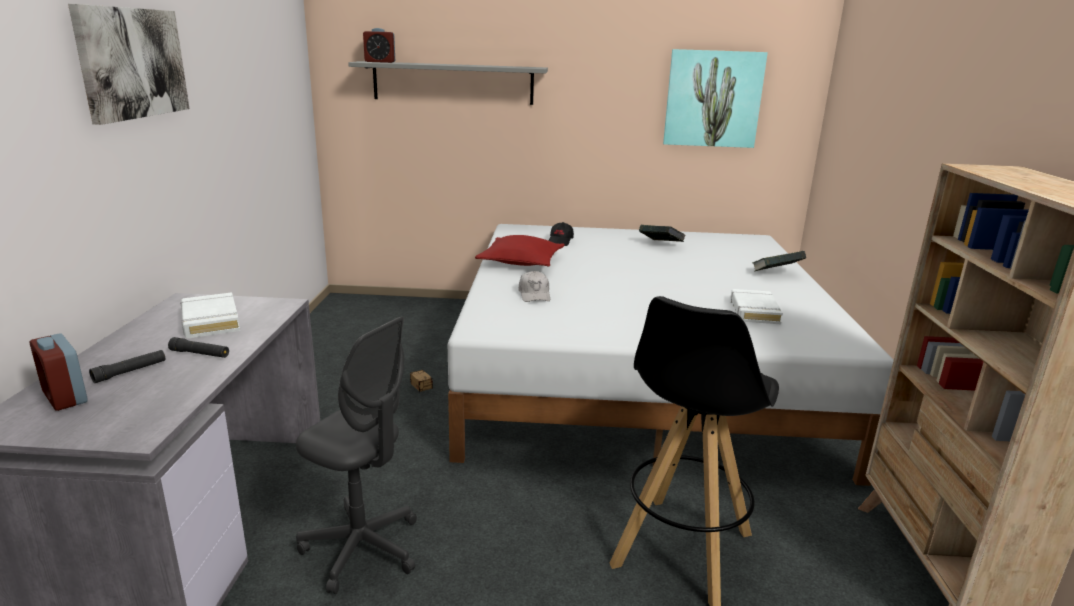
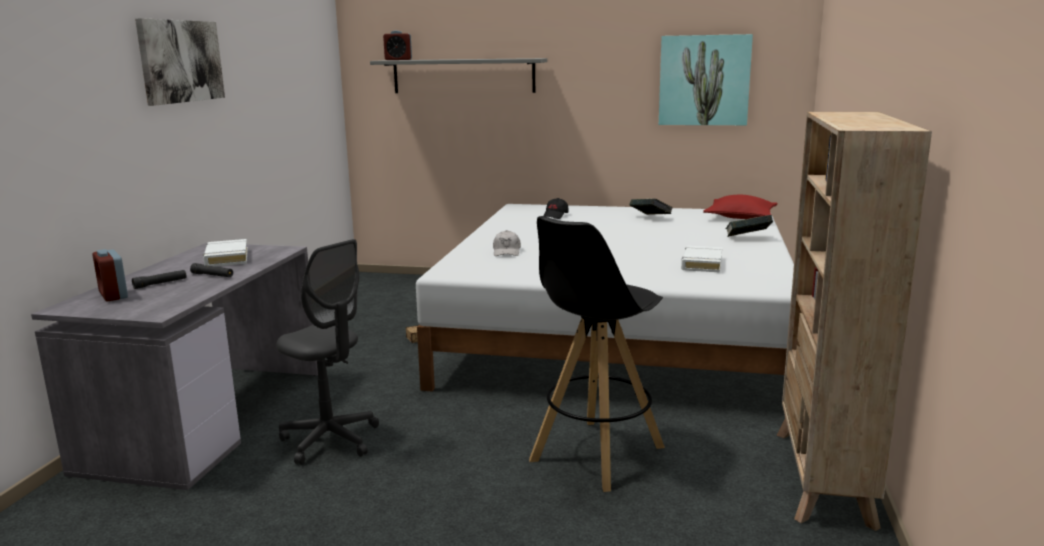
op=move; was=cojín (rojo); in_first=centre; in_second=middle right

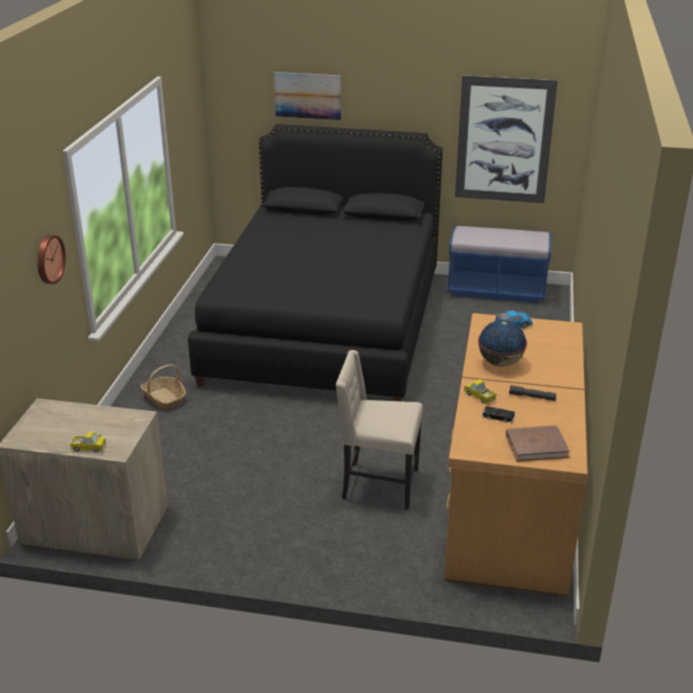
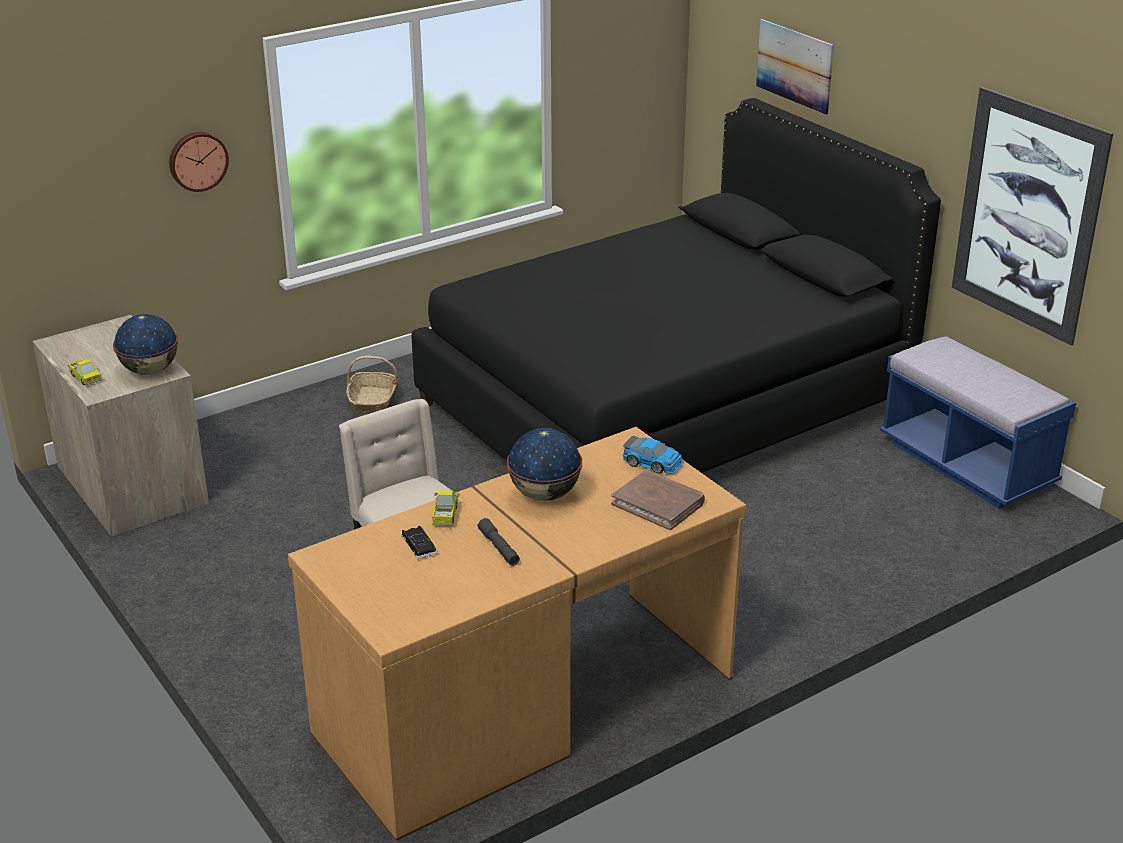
op=insert; now=globo terráqueo (1st from left); in_second=middle left
op=move; was=libro (marrón); in_first=middle right; in_second=centre

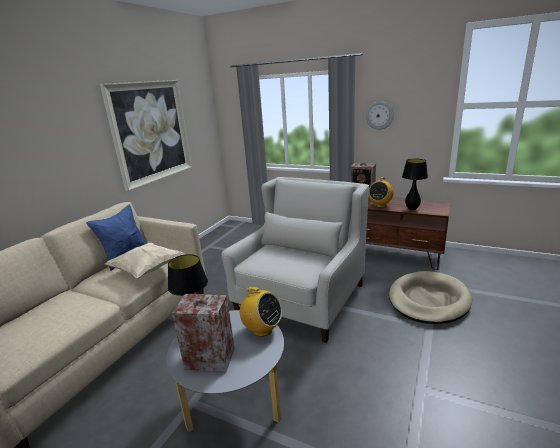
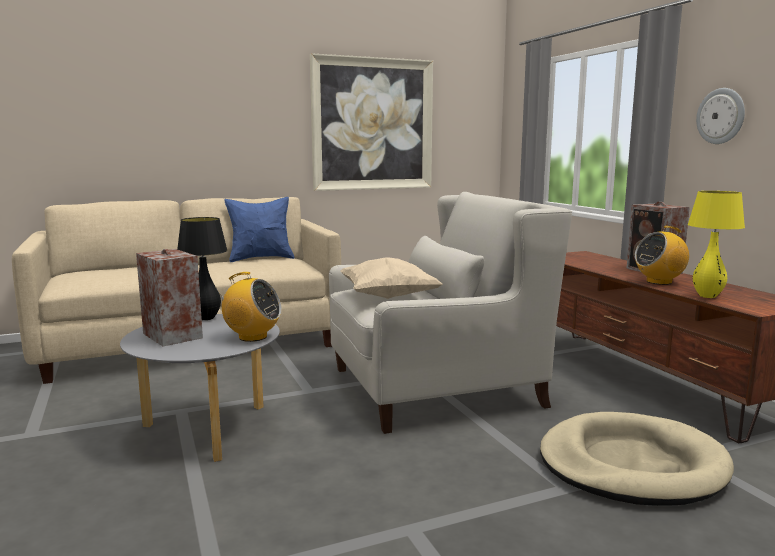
op=rotate; was=radio (1st from left); in_first=bottom centre; in_second=middle left; clockwise=-60
op=move; was=cojín (beis); in_first=middle left; in_second=centre
op=recolor; was=lámpara de mesa (negro) (2nd from left); now=lámpara de mesa (amarillo); in_first=middle right; in_second=middle right

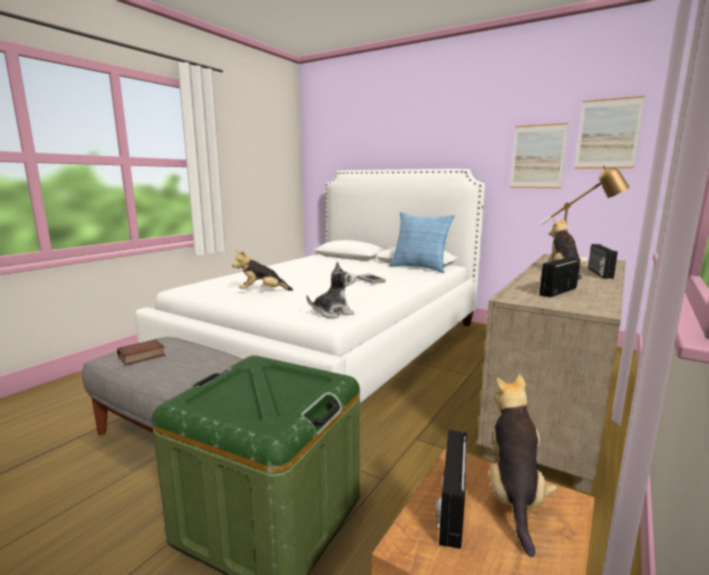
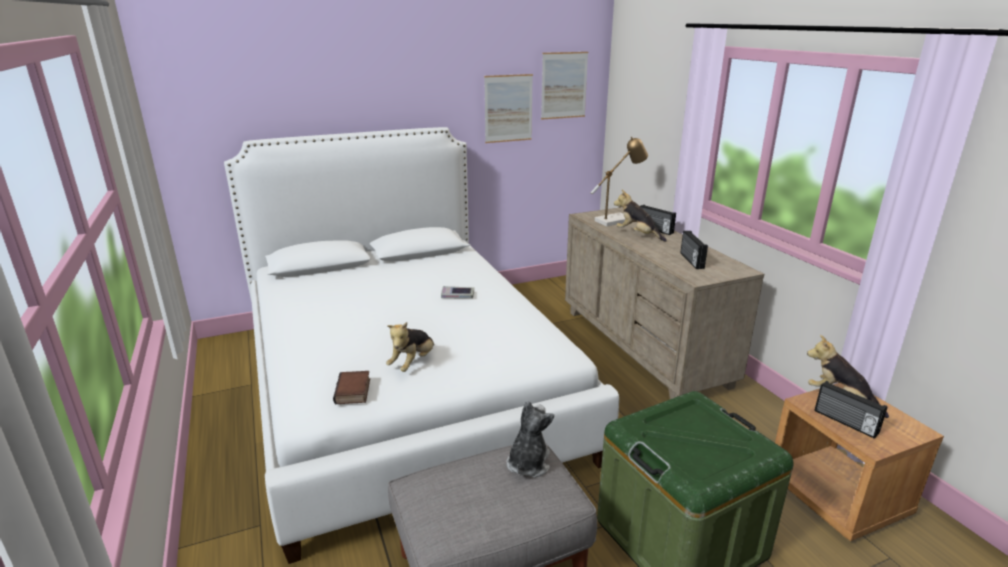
op=move; was=libro (1st from left); in_first=middle left; in_second=bottom centre
op=move; was=peluche (2nd from left); in_first=centre; in_second=bottom centre
op=delete; was=cojín; in_first=centre

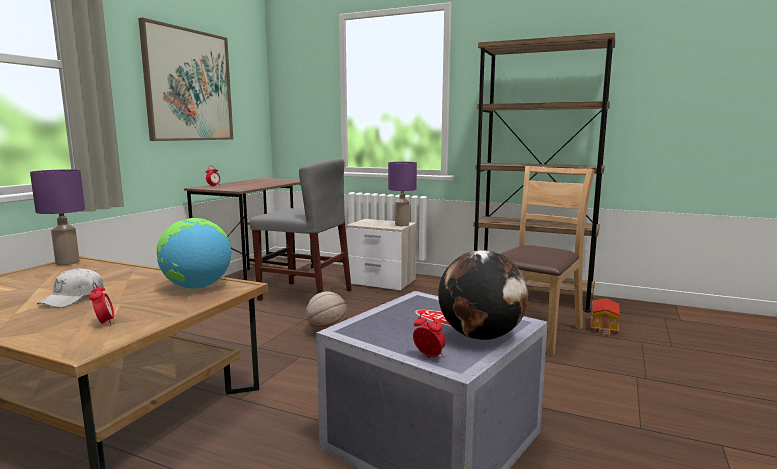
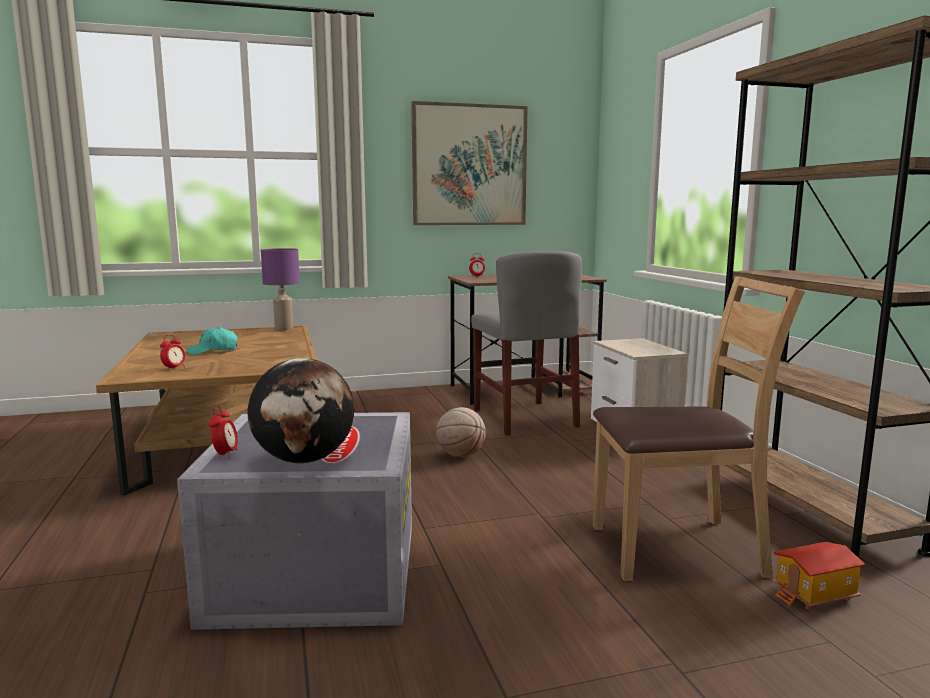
op=recolor; was=gorra (blanco); now=gorra (turquesa); in_first=middle left; in_second=middle left
op=delete; was=globo terráqueo (1st from left); in_first=middle left
op=delete; was=lámpara de mesa (morado) (2nd from left); in_first=centre

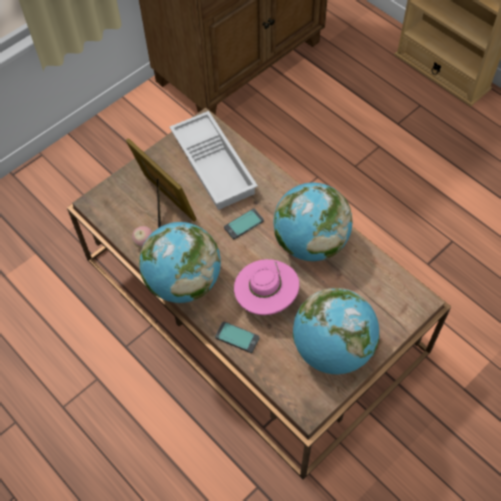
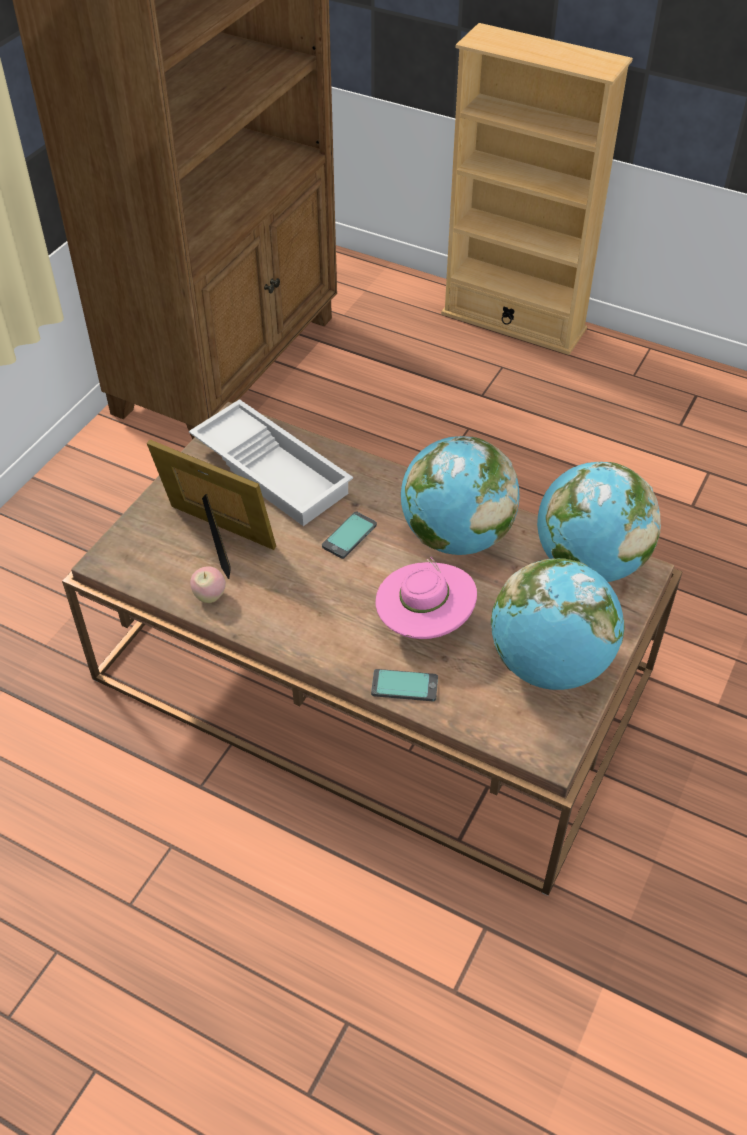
op=move; was=globo terráqueo (1st from left in the first image); now=globo terráqueo (3rd from left); in_first=centre; in_second=middle right

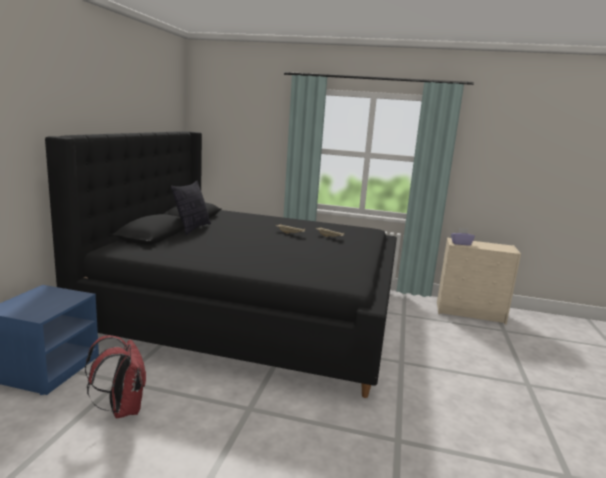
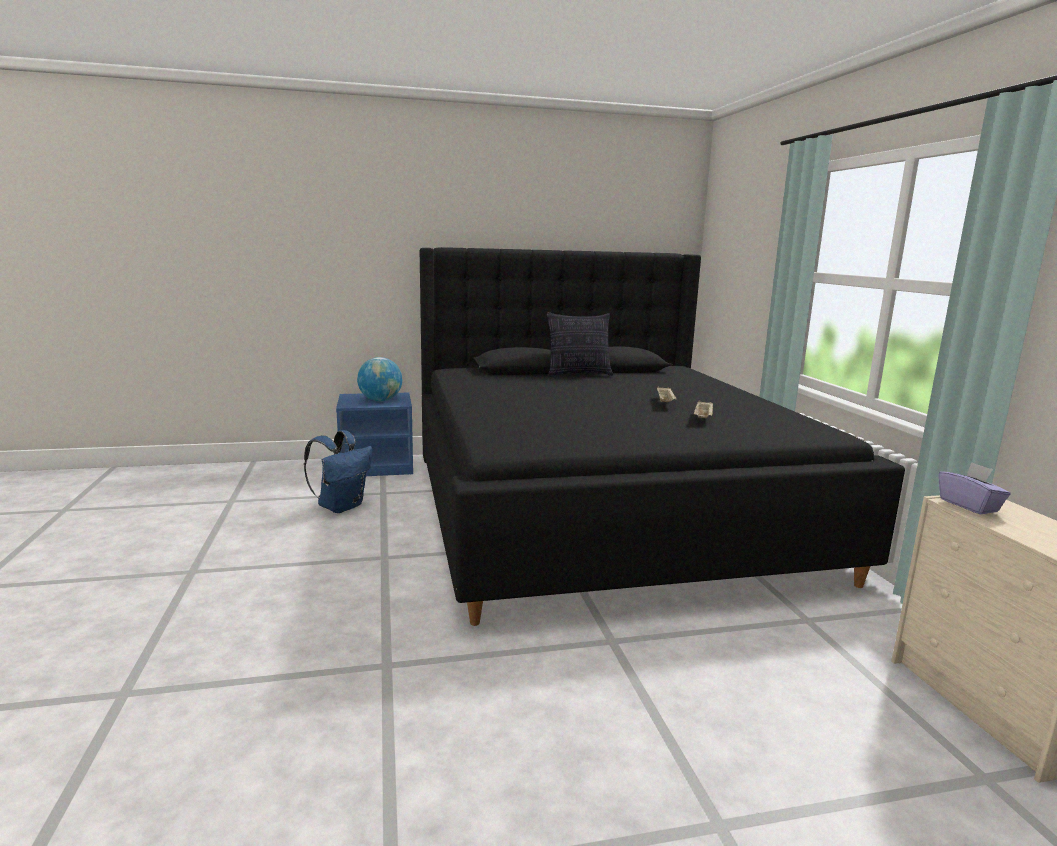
op=recolor; was=mochila (rojo); now=mochila (azul); in_first=bottom left; in_second=middle left
op=insert; now=globo terráqueo; in_second=centre

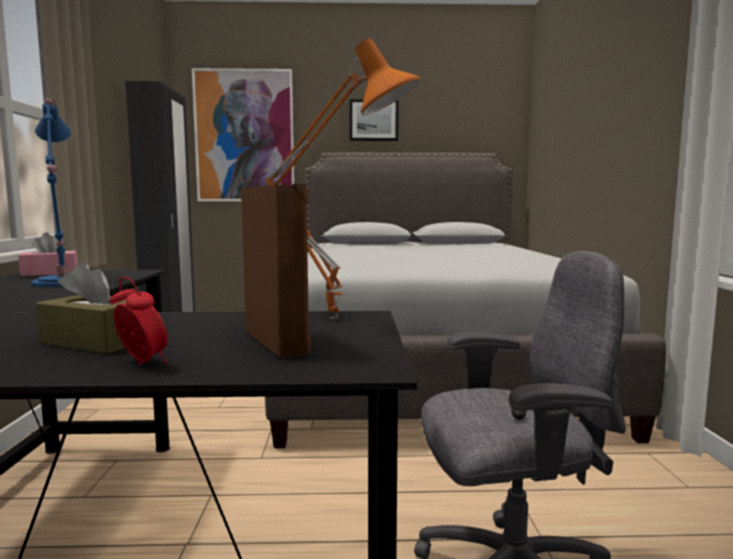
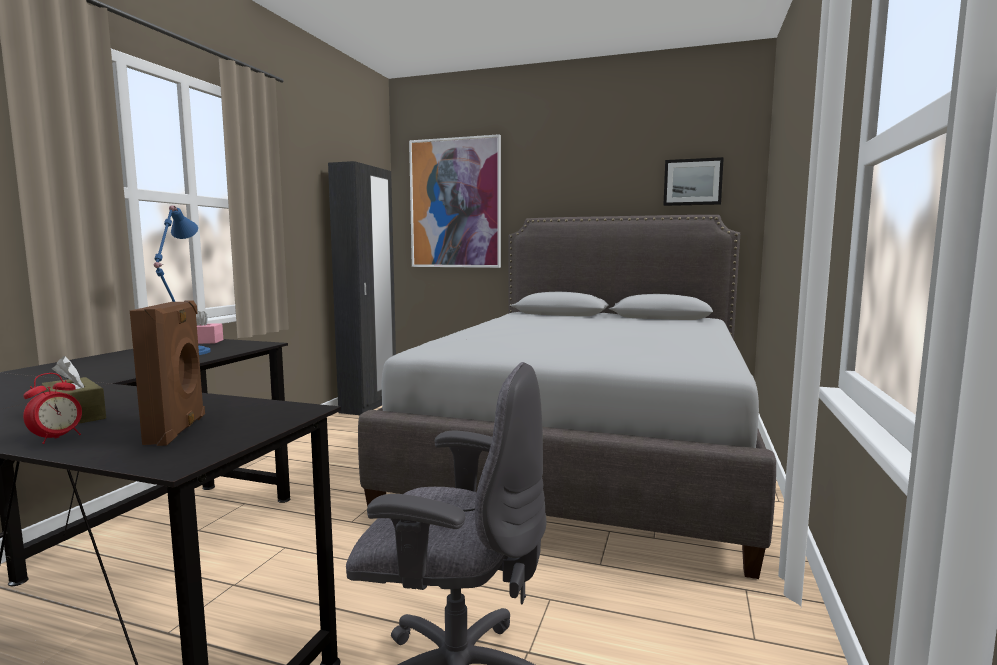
op=rotate; was=despertador; in_first=middle left; in_second=middle left; clockwise=60
op=move; was=cuadro (2nd from left); in_first=top centre; in_second=top right
op=delete; was=lámpara de mesa (naranja); in_first=top centre

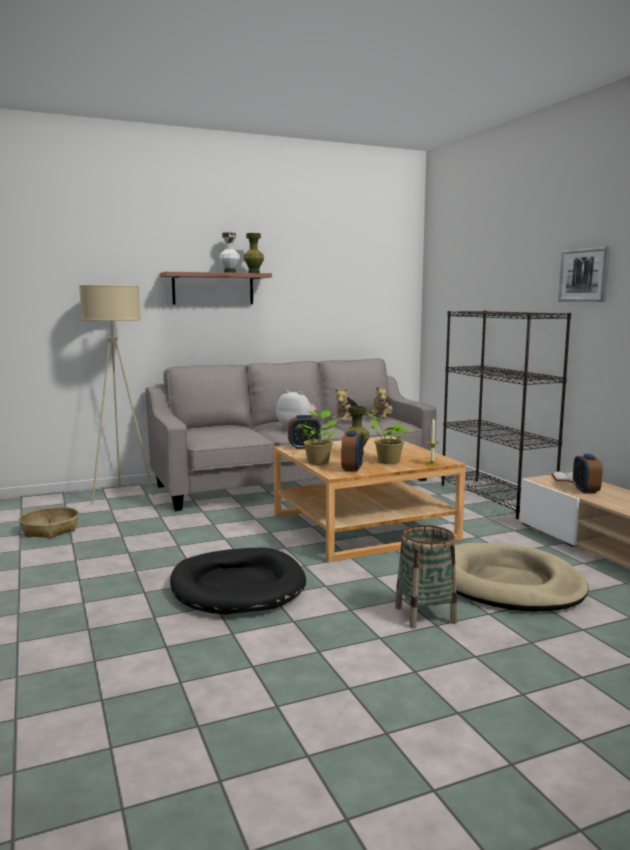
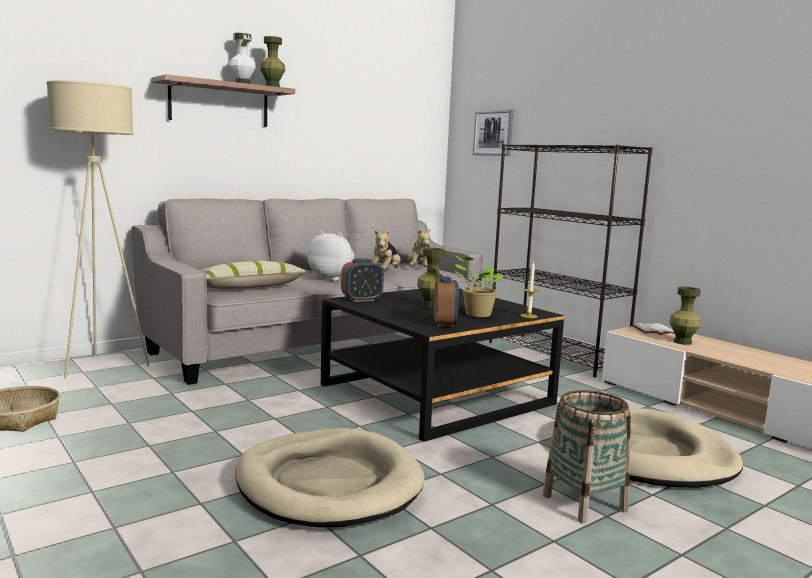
op=insert; now=cojín; in_second=middle left
op=recolor; was=cama para perro (negro); now=cama para perro (beis) (1st from left); in_first=bottom centre; in_second=bottom centre
op=recolor; was=mesa de centro (beis); now=mesa de centro (negro); in_first=centre; in_second=centre
op=move; was=cuadro; in_first=top right; in_second=top centre
op=replace; was=despertador (3rd from left); now=florero (verde) (3rd from left); in_first=middle right; in_second=middle right
op=delete; was=planta en maceta (1st from left); in_first=centre

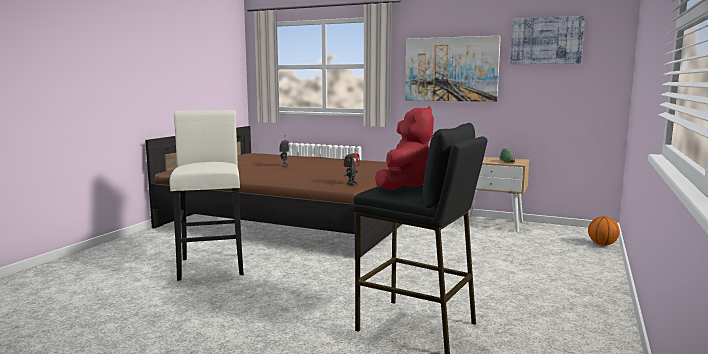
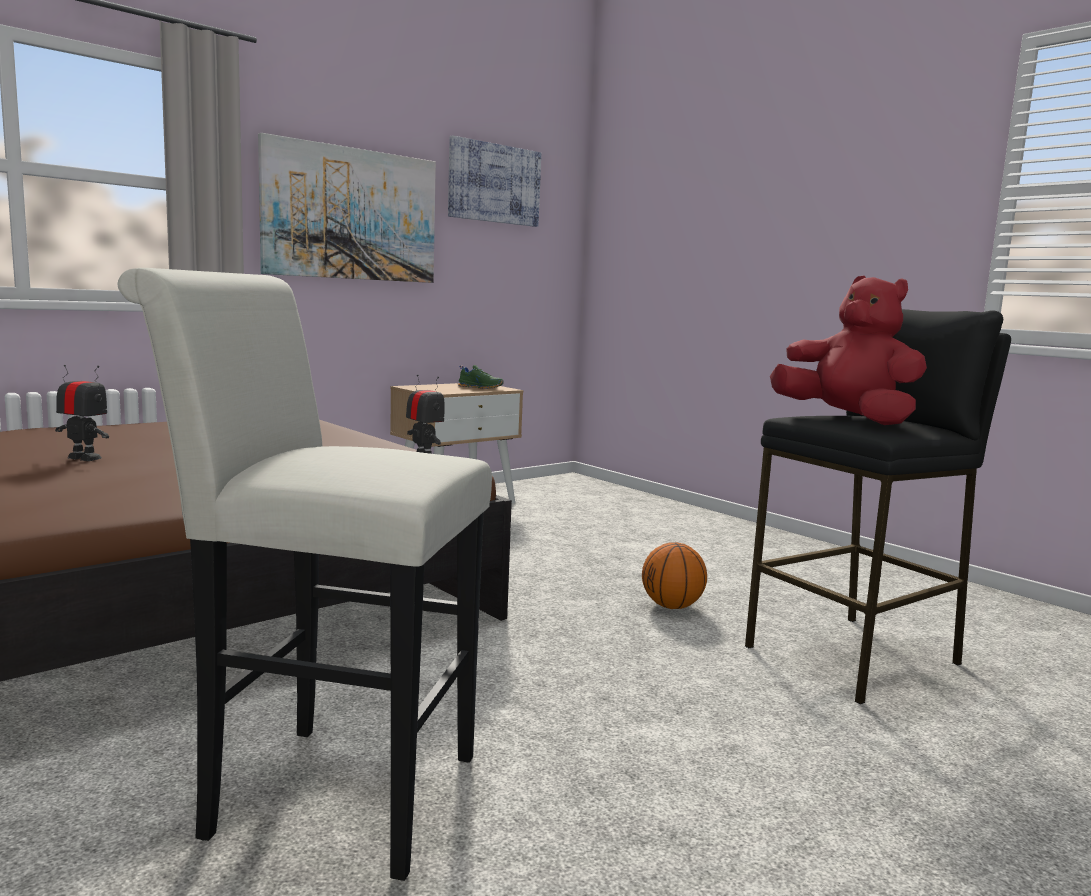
op=move; was=balón de baloncesto; in_first=middle right; in_second=centre

